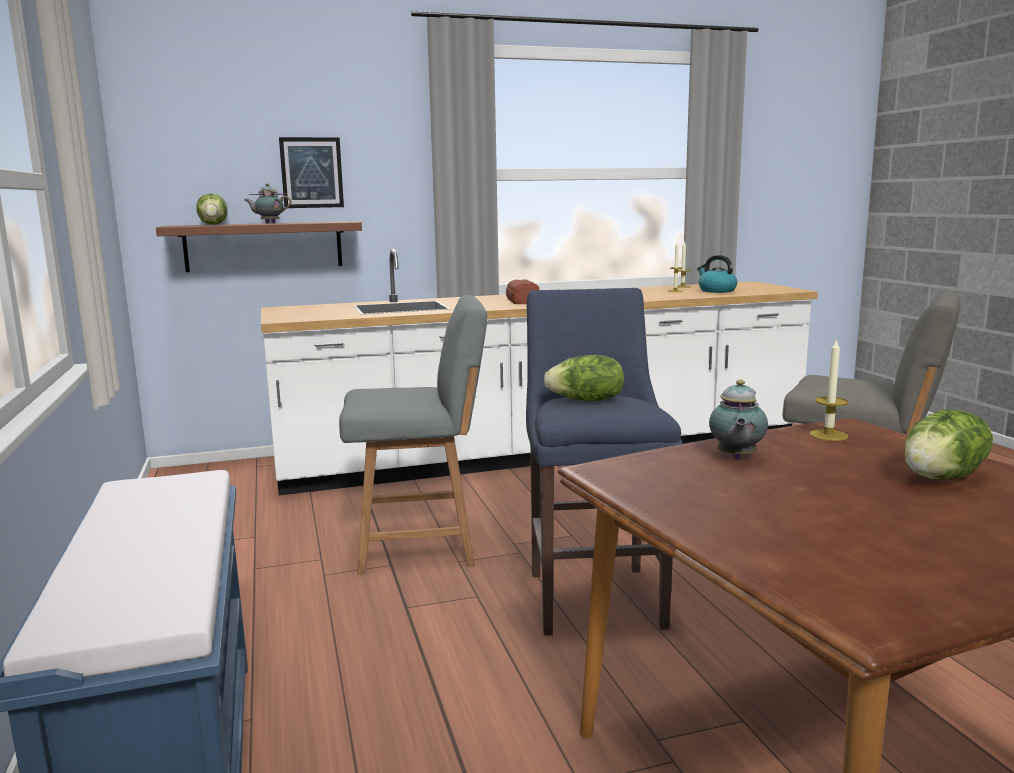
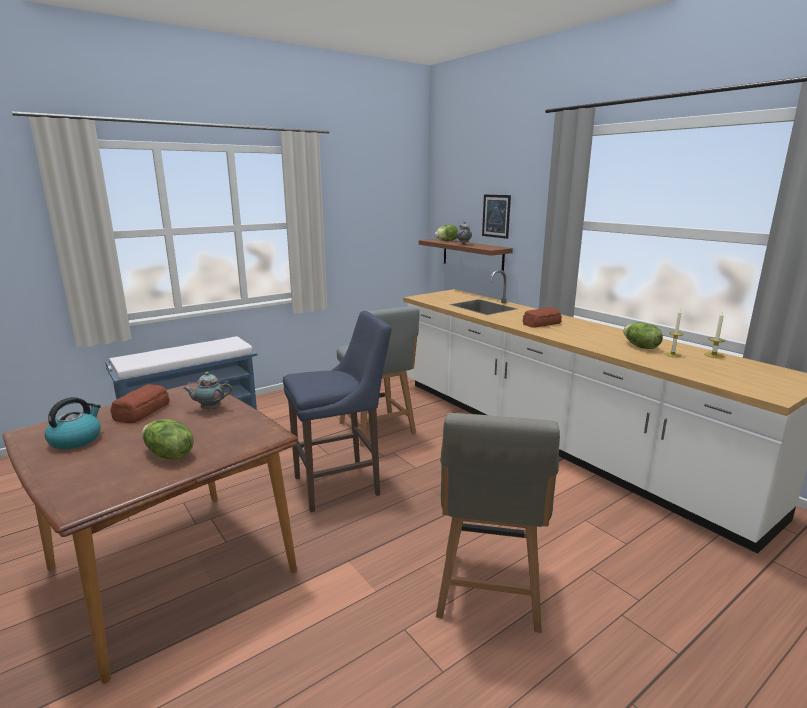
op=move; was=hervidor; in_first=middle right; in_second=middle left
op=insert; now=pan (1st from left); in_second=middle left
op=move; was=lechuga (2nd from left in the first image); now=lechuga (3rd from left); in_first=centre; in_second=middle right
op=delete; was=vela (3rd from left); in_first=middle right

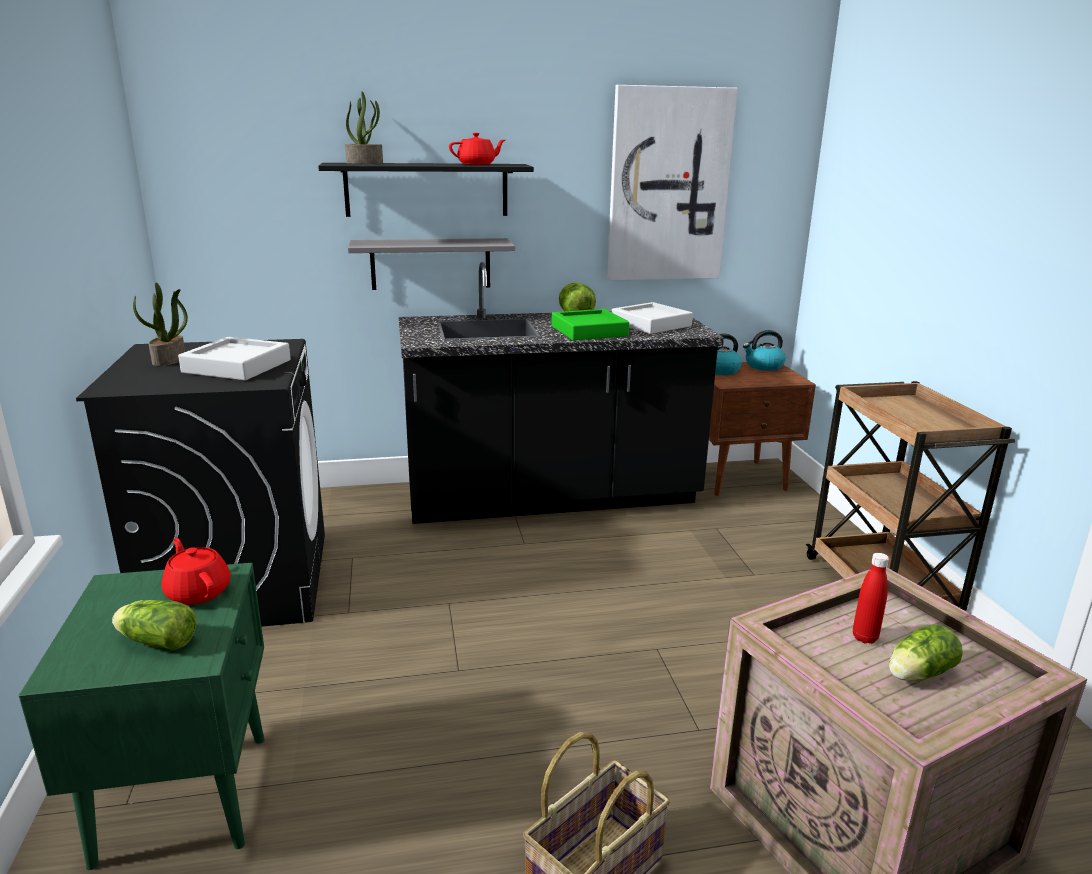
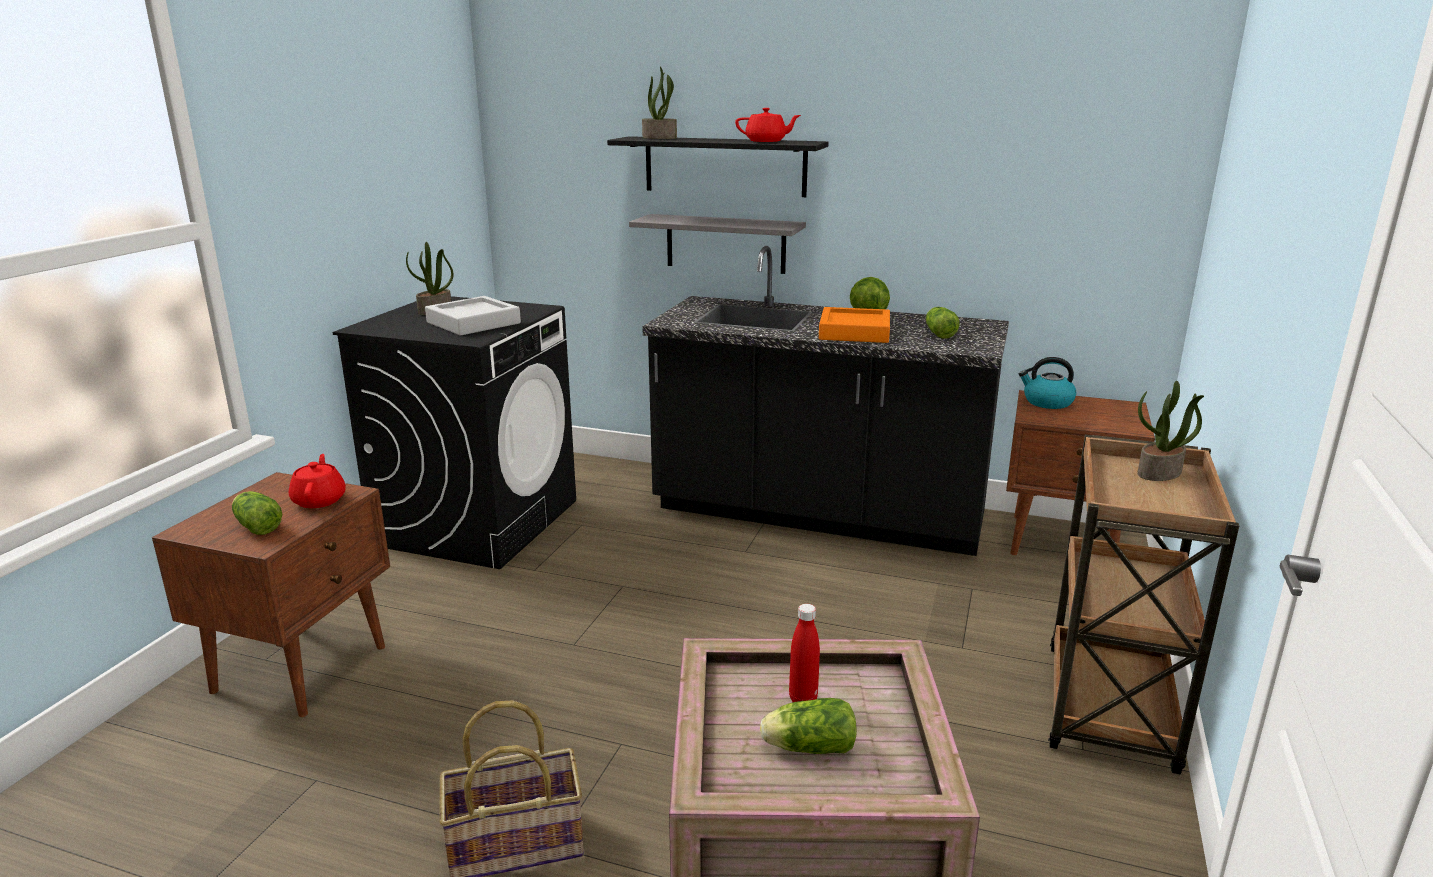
op=recolor; was=mesita de noche (verde); now=mesita de noche (marrón) (1st from left); in_first=bottom left; in_second=bottom left
op=recolor; was=bandeja (verde); now=bandeja (naranja); in_first=centre; in_second=centre
op=replace; was=bandeja (gris) (2nd from left); now=lechuga (4th from left); in_first=centre; in_second=centre
op=insert; now=planta en maceta (3rd from left); in_second=middle right
op=delete; was=cuadro; in_first=top centre
op=delete; was=hervidor (2nd from left); in_first=middle right

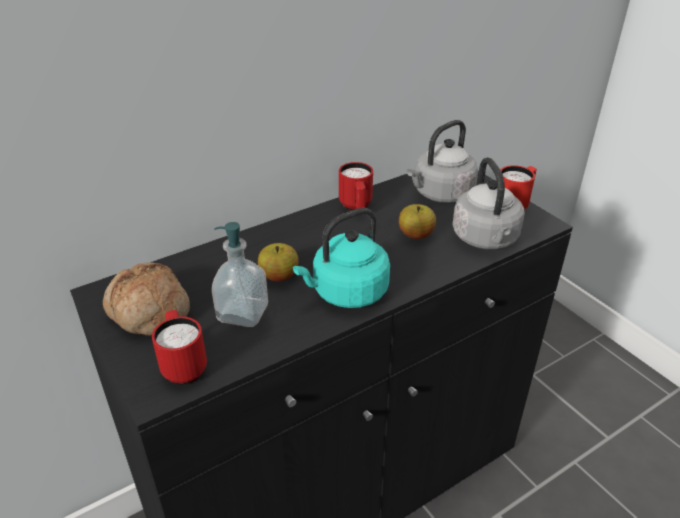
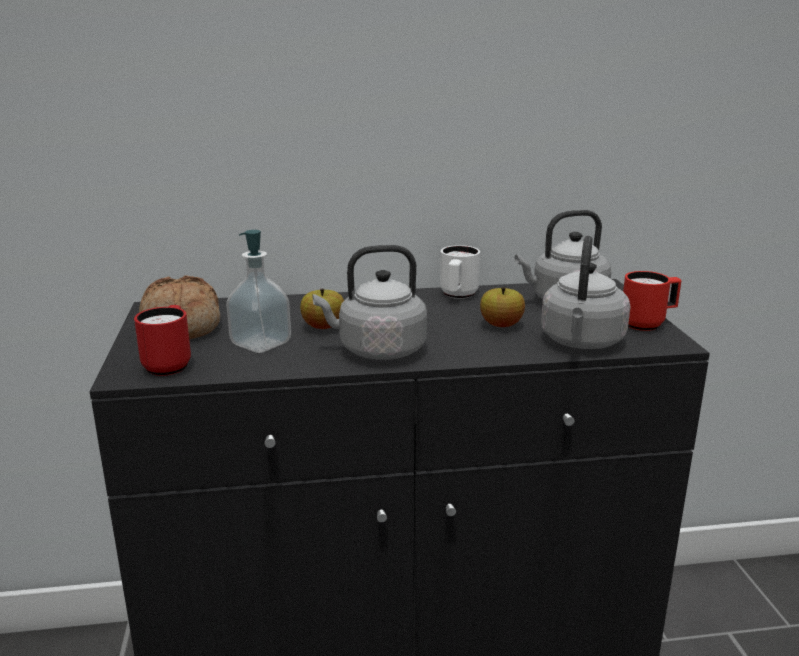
op=recolor; was=hervidor (turquesa); now=hervidor (gris) (1st from left); in_first=centre; in_second=centre
op=recolor; was=taza grande (rojo) (2nd from left); now=taza grande (blanco); in_first=centre; in_second=centre

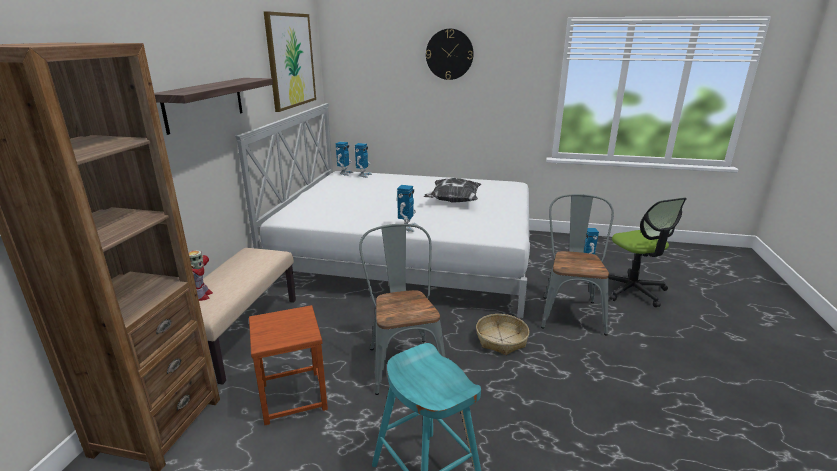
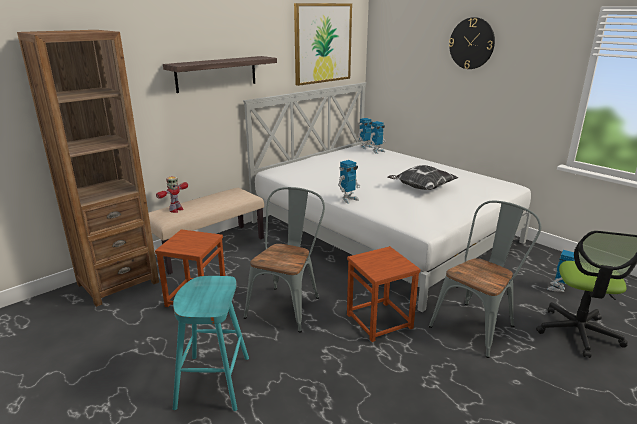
op=replace; was=cesta; now=taburete (marrón) (2nd from left); in_first=bottom centre; in_second=bottom centre

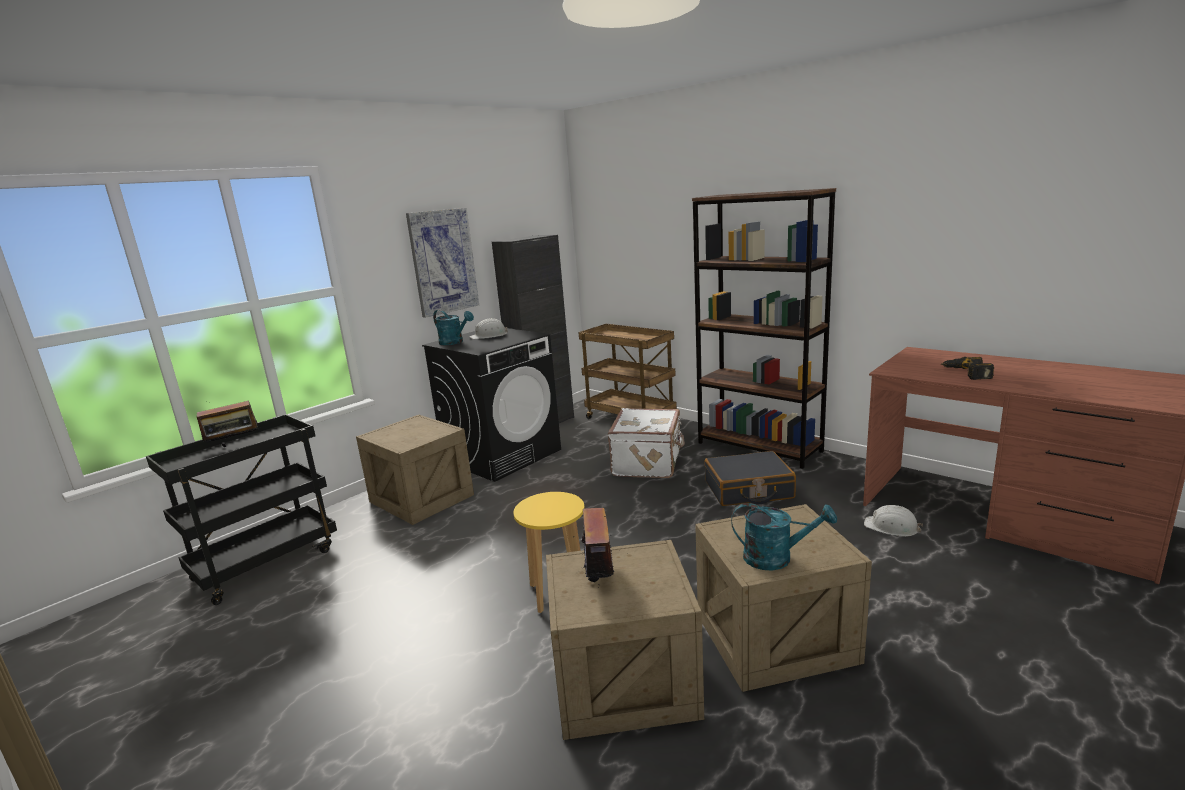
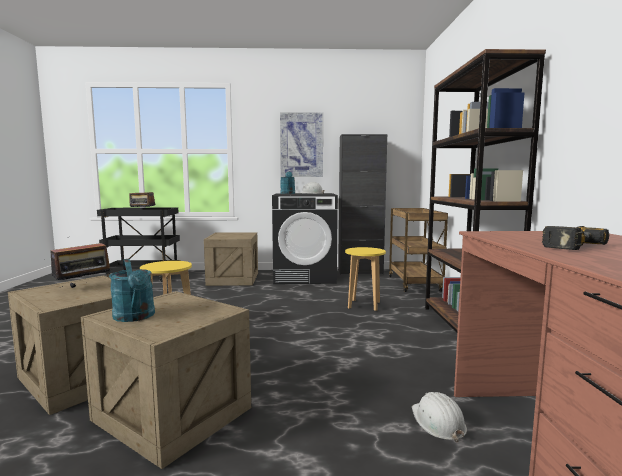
op=replace; was=maleta (blanco); now=taburete (amarillo) (2nd from left); in_first=centre; in_second=centre
op=delete; was=maleta (negro); in_first=centre

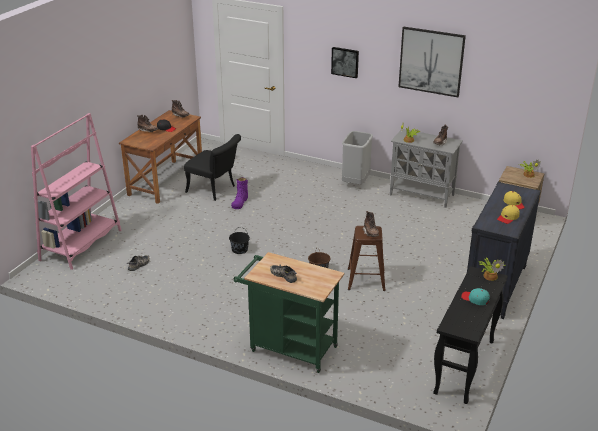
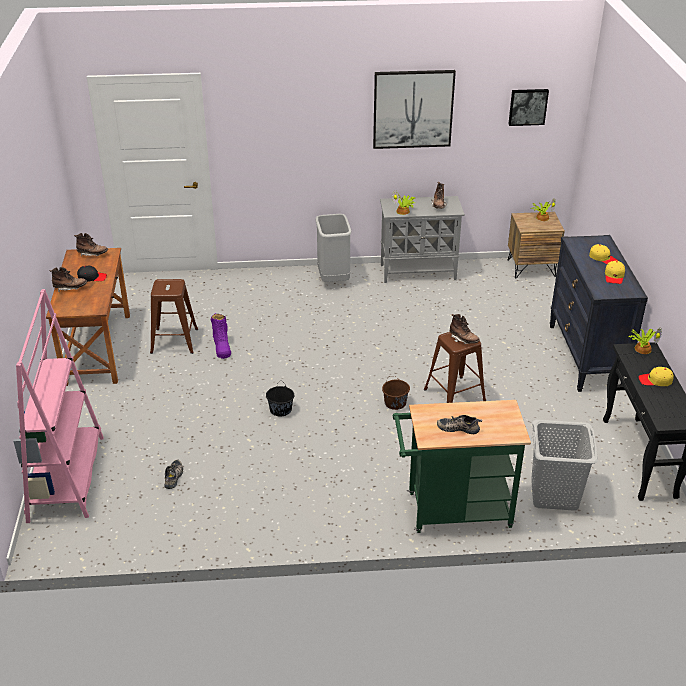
op=replace; was=silla (negro); now=taburete (marrón) (1st from left); in_first=centre; in_second=middle left
op=move; was=cuadro (1st from left in the first image); now=cuadro (2nd from left); in_first=top centre; in_second=top right
op=insert; now=cesto de la ropa (gris); in_second=bottom right
op=recolor; was=gorra (turquesa); now=gorra (amarillo) (3rd from left); in_first=bottom right; in_second=middle right

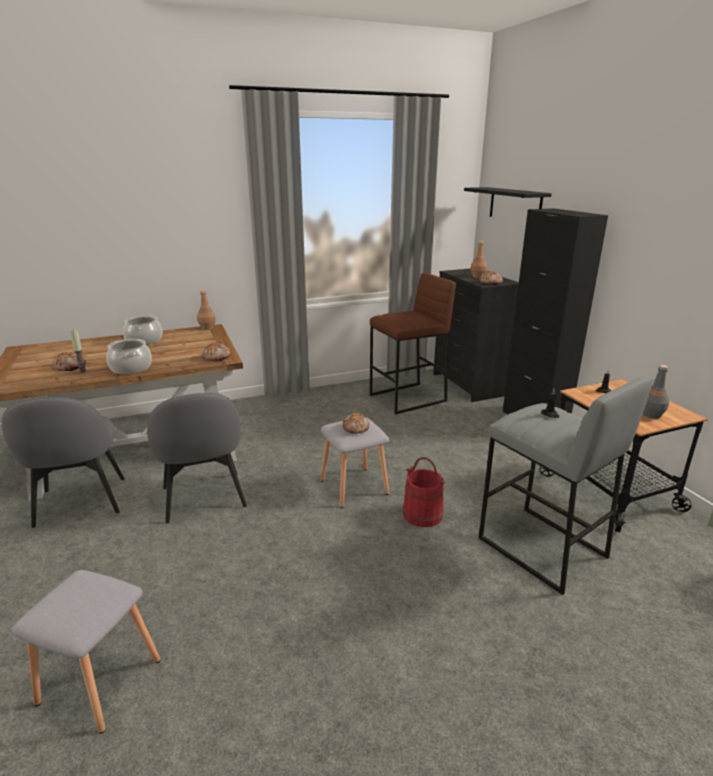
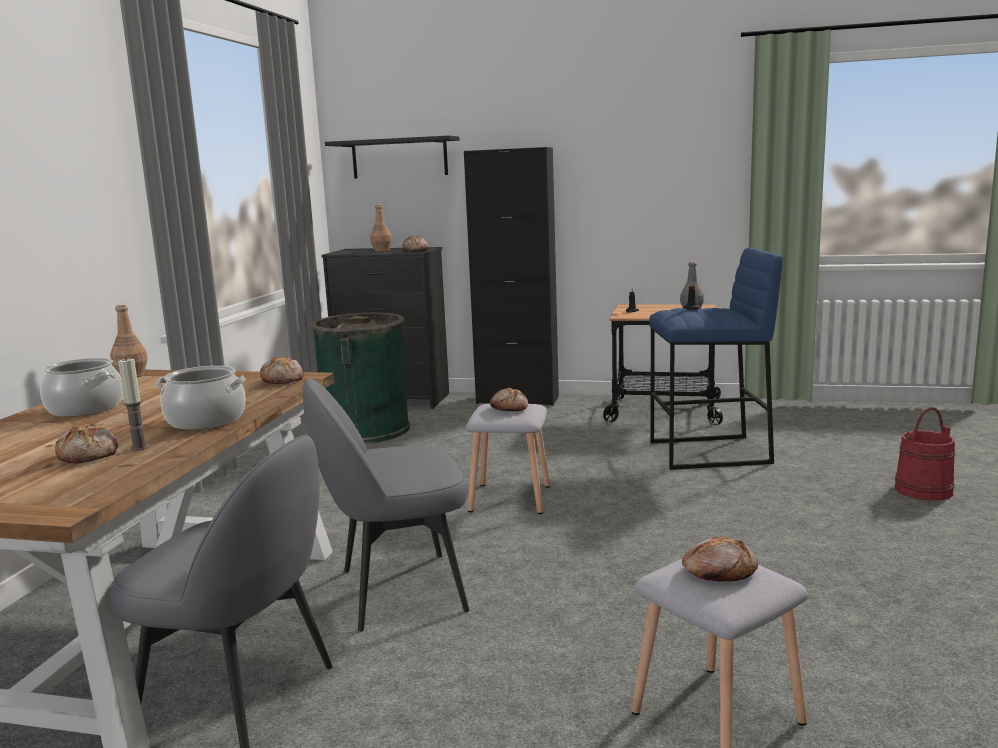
op=rotate; was=silla (gris) (2nd from left); in_first=middle left; in_second=bottom centre; clockwise=150
op=replace; was=taburete (marrón); now=papelera (verde); in_first=centre; in_second=centre
op=recolor; was=taburete (gris) (3rd from left); now=taburete (azul); in_first=middle right; in_second=middle right
op=insert; now=pan (5th from left); in_second=bottom right
op=move; was=cubo (rojo); in_first=centre; in_second=middle right

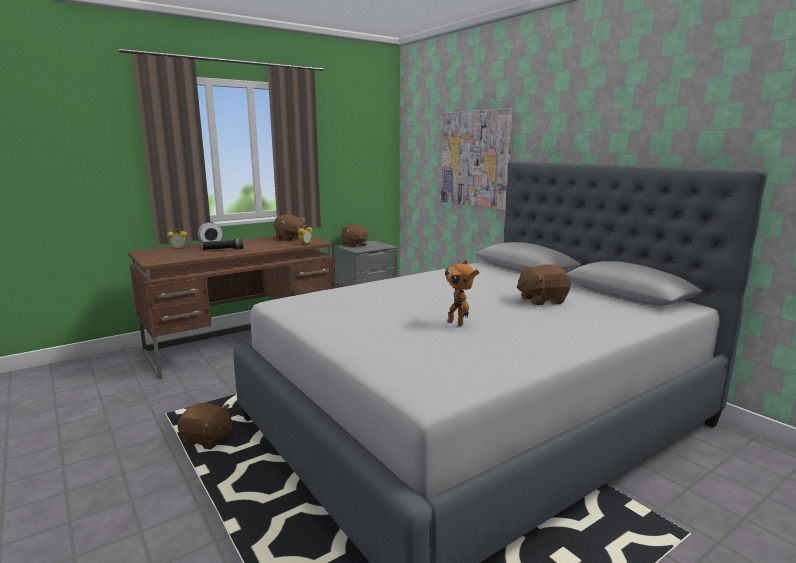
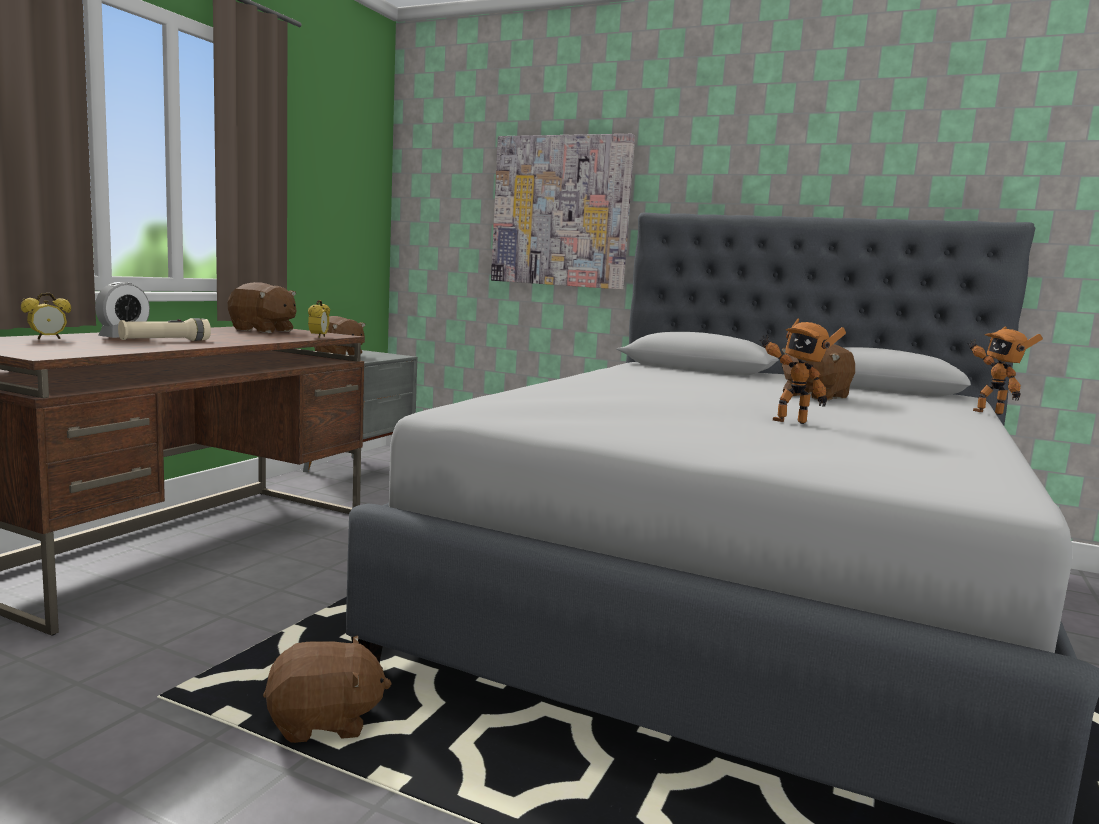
op=recolor; was=linterna (negro); now=linterna (beis); in_first=middle left; in_second=middle left
op=insert; now=robot de juguete (2nd from left); in_second=middle right

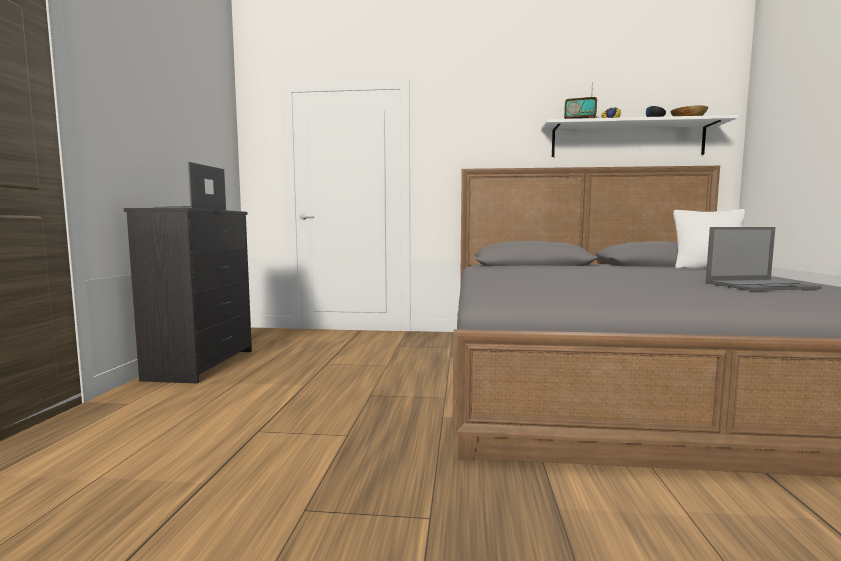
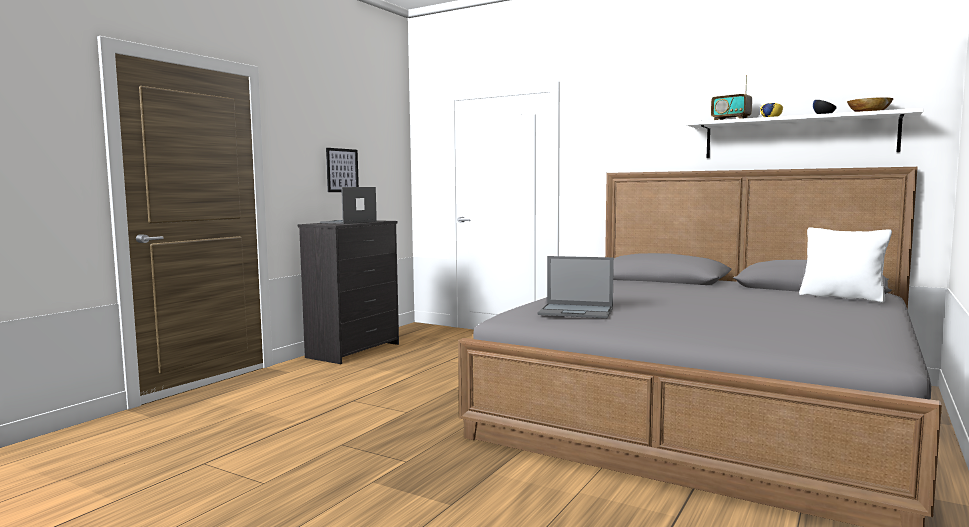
op=insert; now=cuadro; in_second=top centre
op=move; was=portátil (2nd from left); in_first=middle right; in_second=centre

